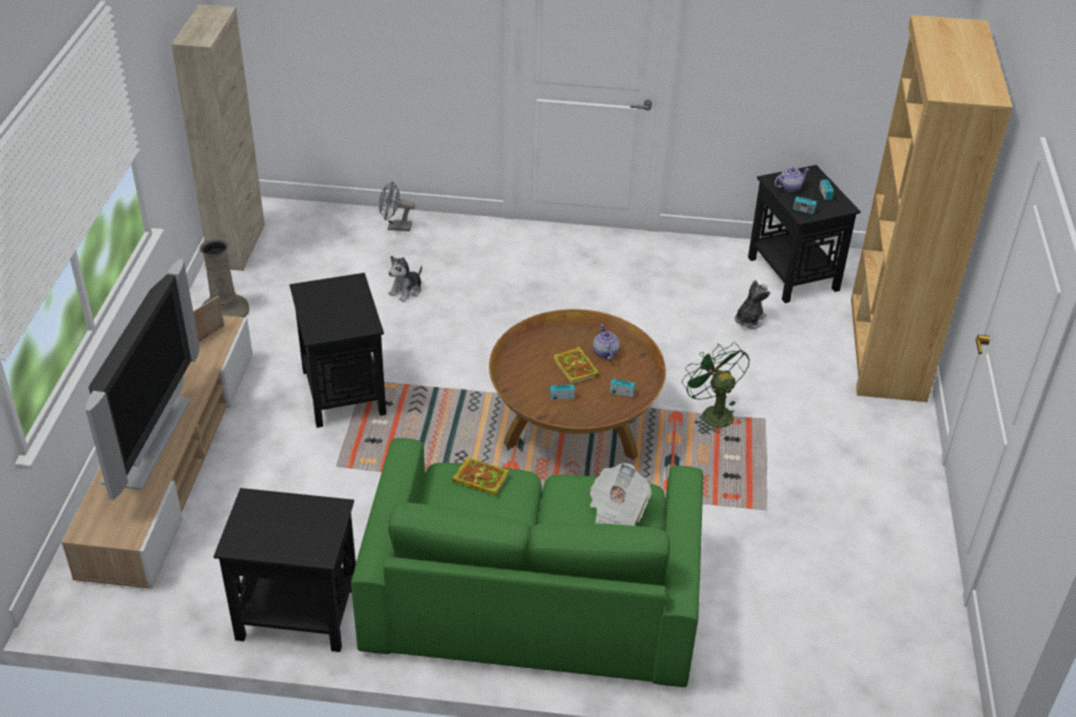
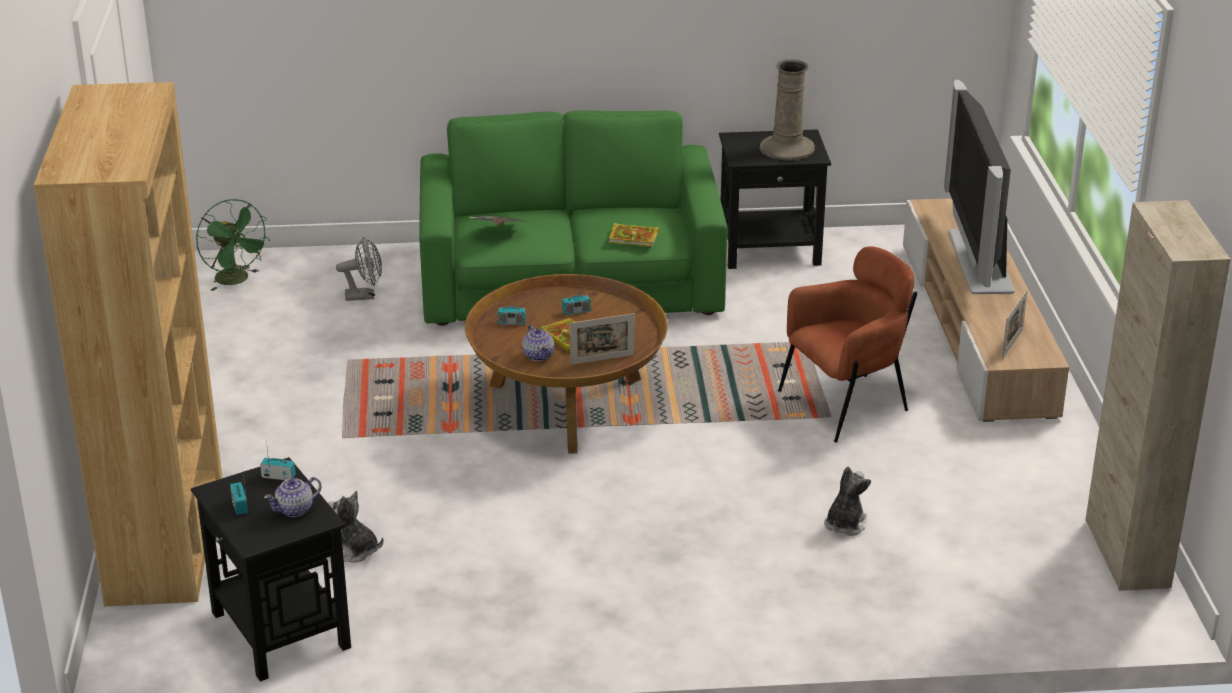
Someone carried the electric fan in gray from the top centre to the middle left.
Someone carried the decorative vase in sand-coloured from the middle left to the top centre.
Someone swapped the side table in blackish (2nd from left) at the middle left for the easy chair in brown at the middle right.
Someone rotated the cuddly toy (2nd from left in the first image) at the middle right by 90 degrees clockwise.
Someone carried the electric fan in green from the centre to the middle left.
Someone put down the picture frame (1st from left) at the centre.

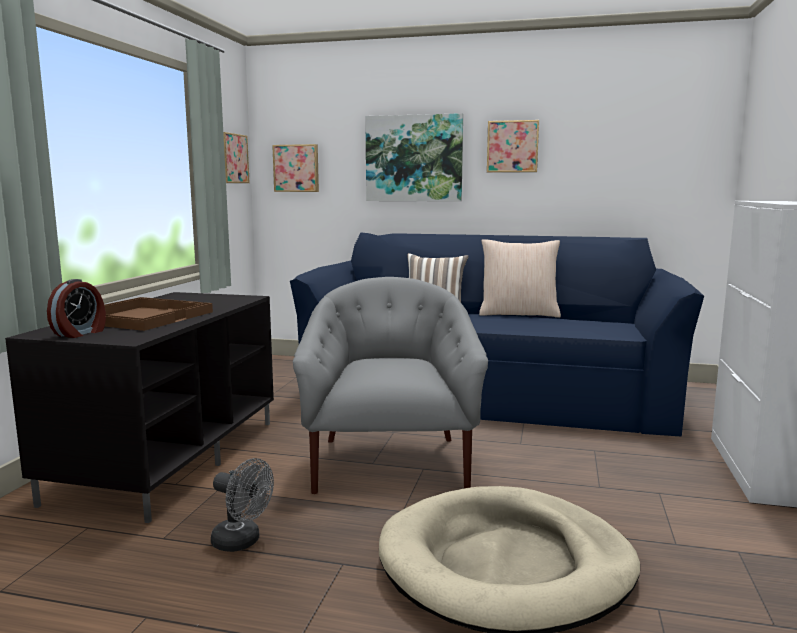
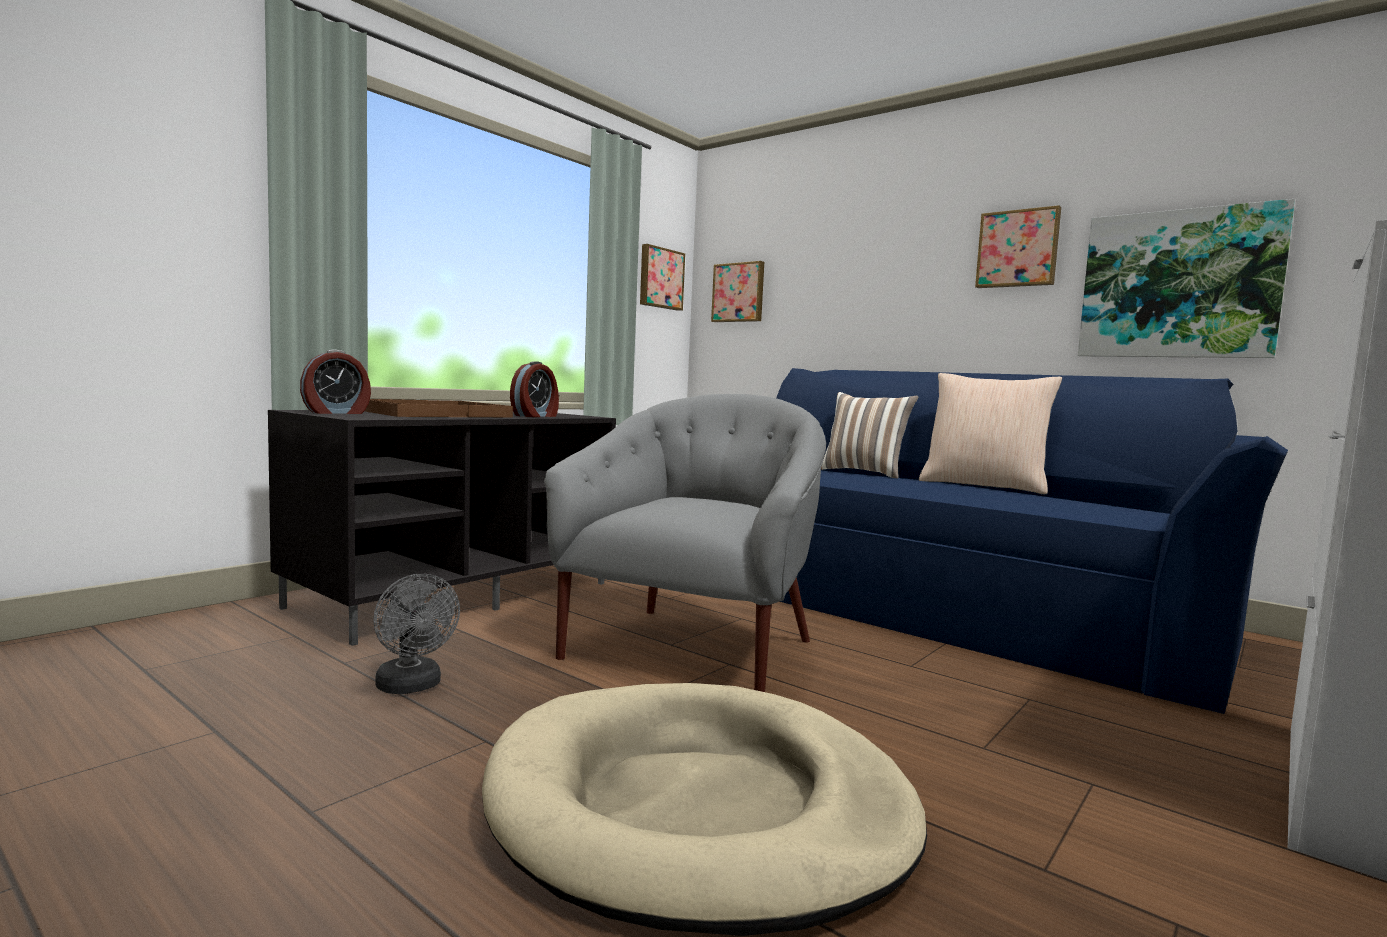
Someone carried the wall picture (3rd from left in the first image) from the top centre to the top right.
Someone put down the alarm clock (2nd from left) at the centre.

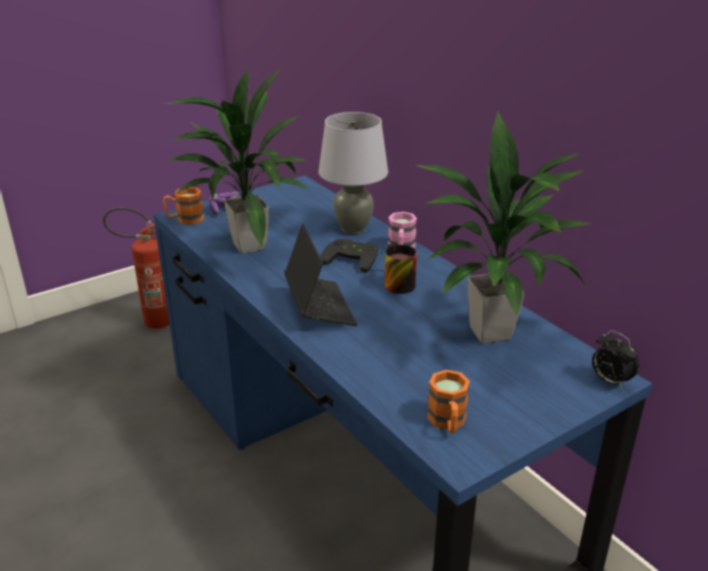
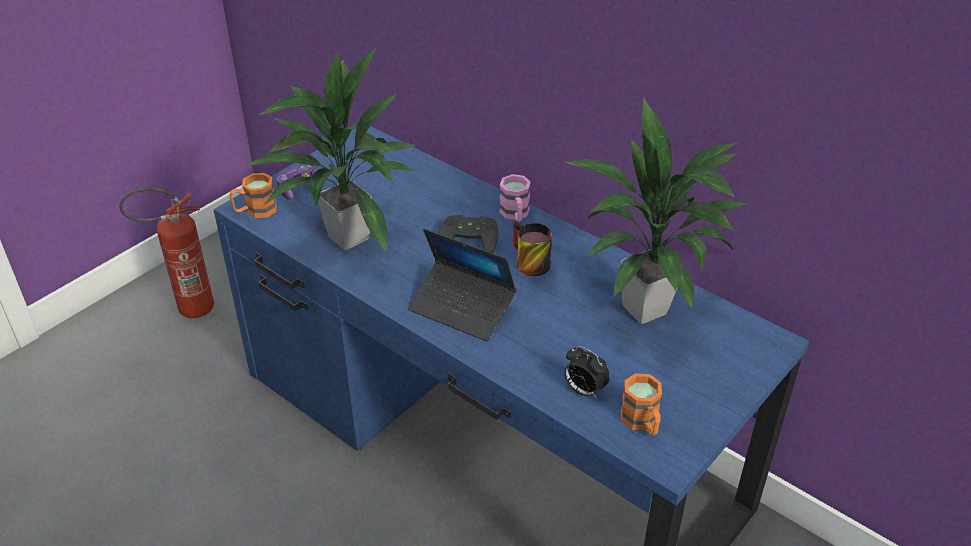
Someone took away the table lamp in gray at the top centre.
Someone rotated the portable computer at the centre by 150 degrees clockwise.
Someone carried the alarm clock from the middle right to the bottom centre.

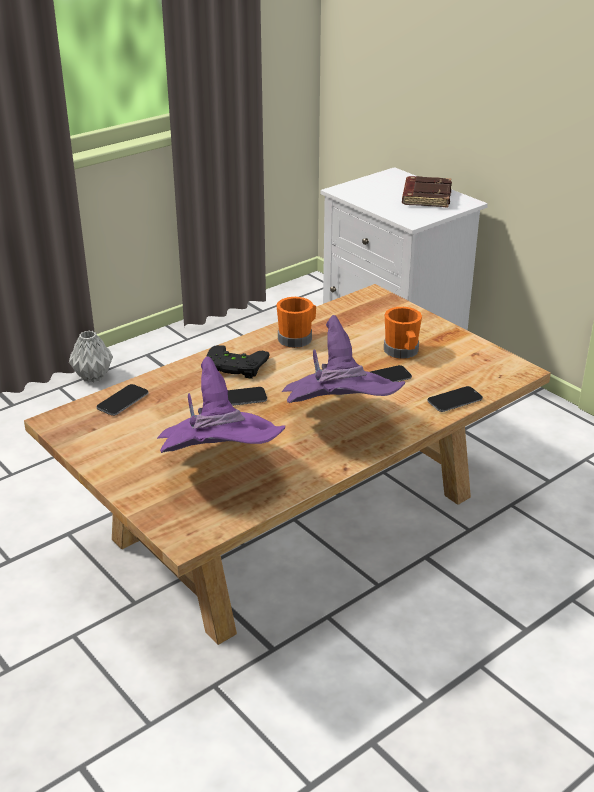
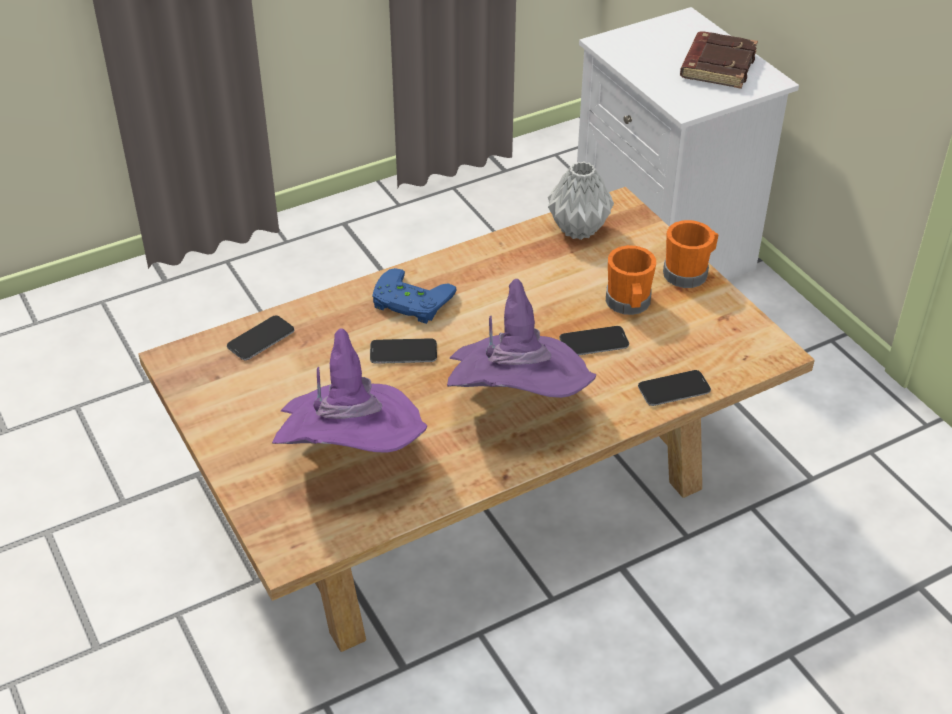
Someone carried the coffee mug in orange (1st from left in the first image) from the centre to the middle right.
Someone carried the decorative vase in gray from the middle left to the top centre.
Someone repainted the game controller in blackish at the centre, which became the game controller in blue-coloured at the centre.

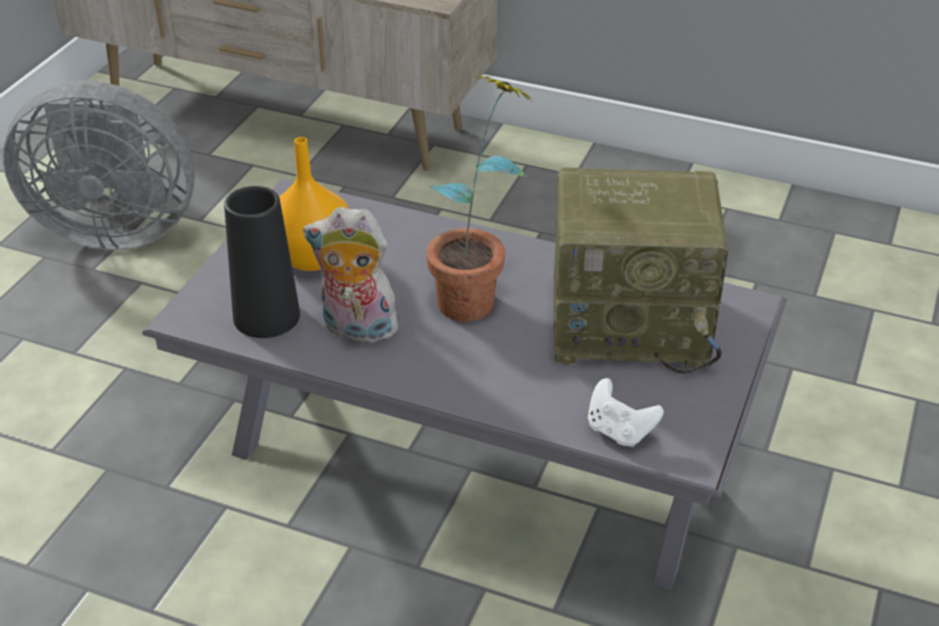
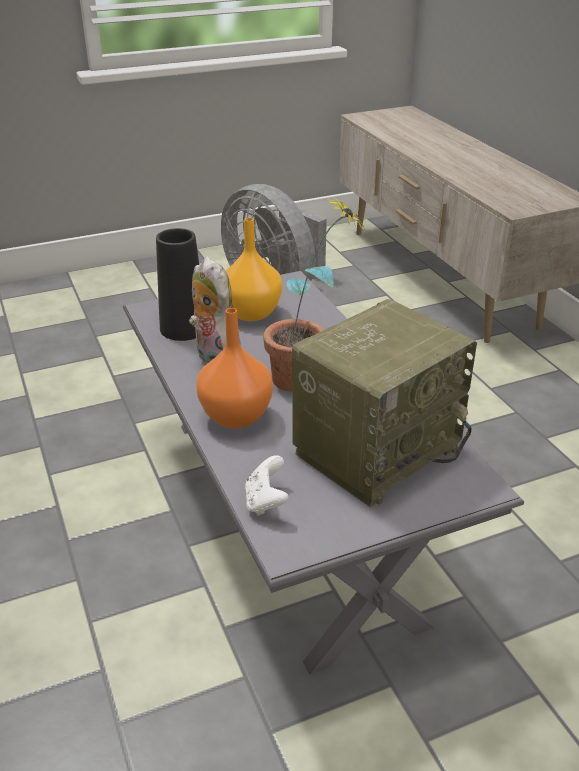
Someone rotated the radio set at the middle right by 90 degrees counterclockwise.
Someone put down the decorative vase in orange (1st from left) at the centre.

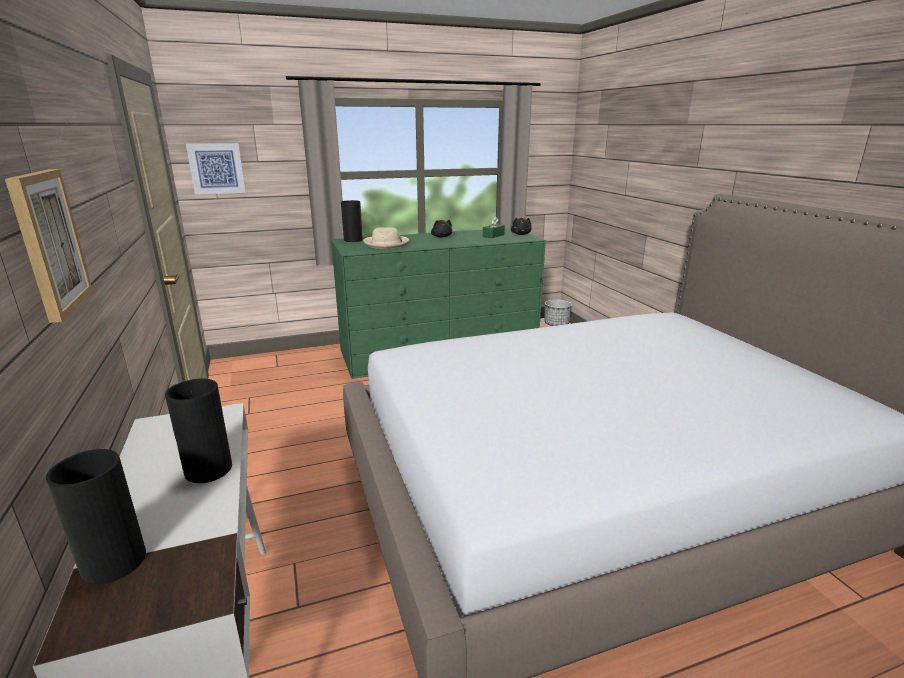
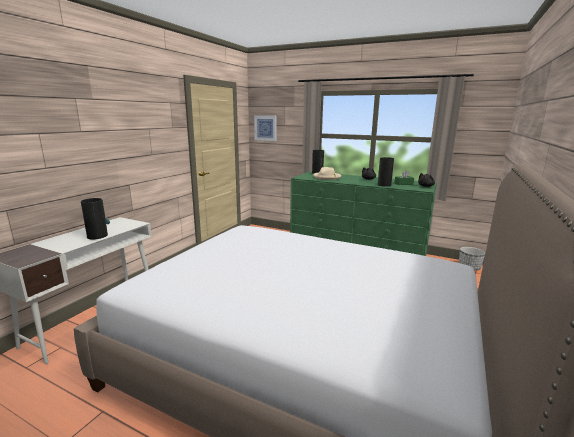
Someone took away the wall picture (1st from left) at the middle left.
Someone carried the decorative vase (1st from left in the first image) from the bottom left to the middle right.

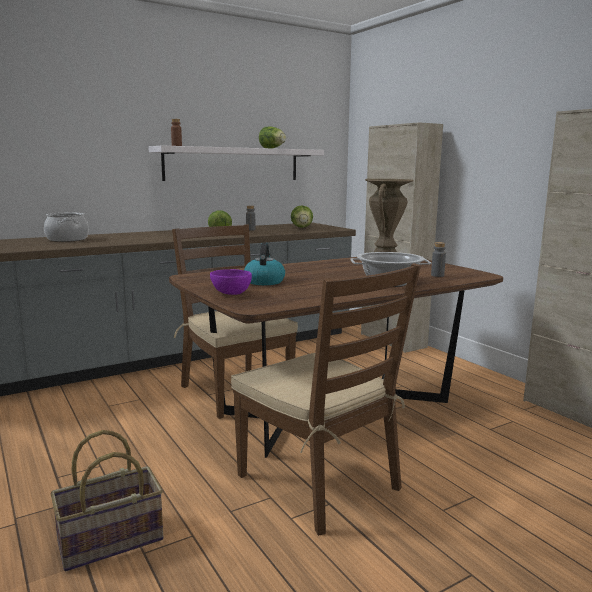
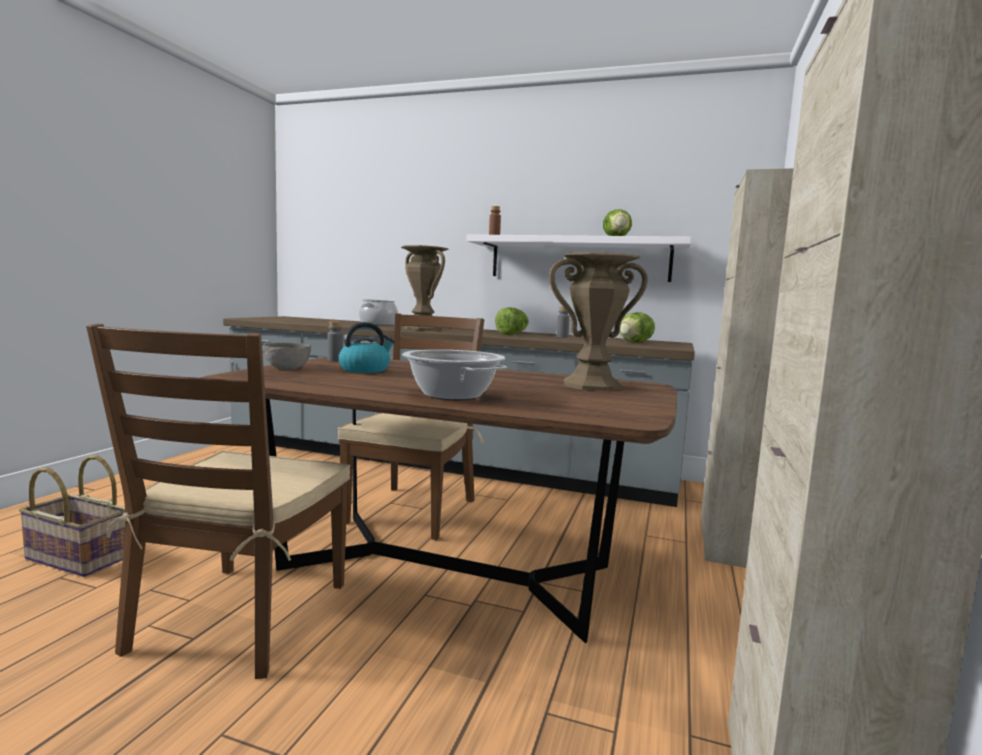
Someone carried the drink bottle in gray (2nd from left in the first image) from the middle right to the centre.
Someone repainted the bowl in purplish at the centre, which became the bowl in gray at the middle left.
Someone put down the decorative vase in brown (1st from left) at the centre.

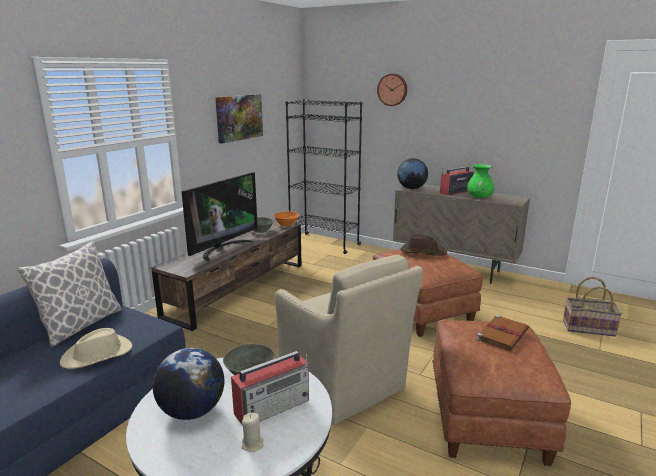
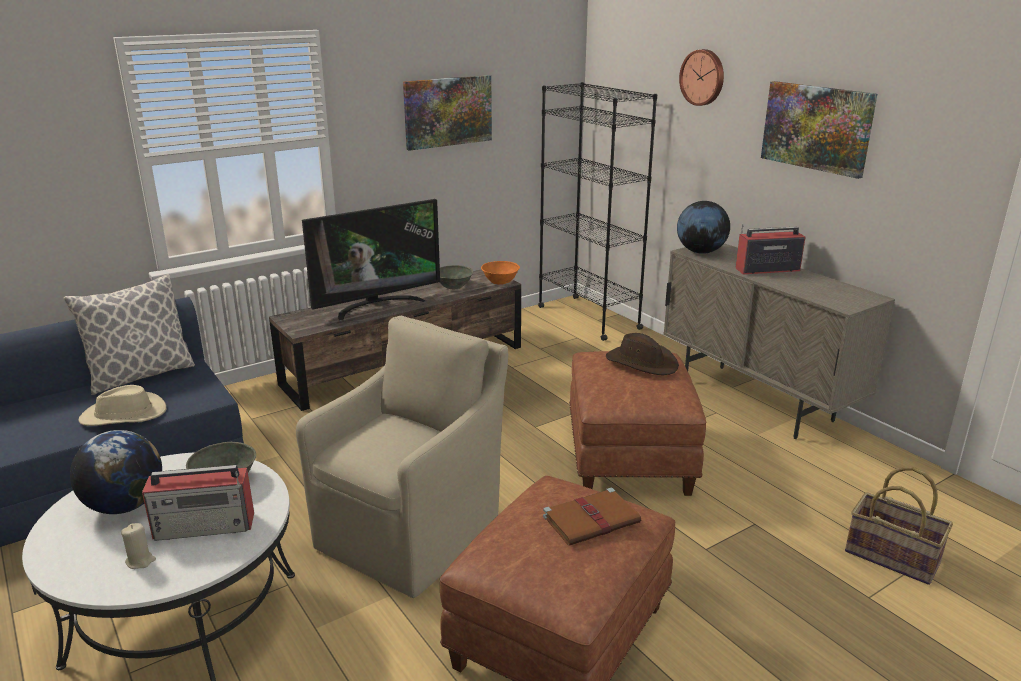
Someone took away the decorative vase in green at the middle right.
Someone rotated the easy chair in sand-coloured at the bottom centre by 135 degrees counterclockwise.
Someone put up the wall picture (2nd from left) at the top right.

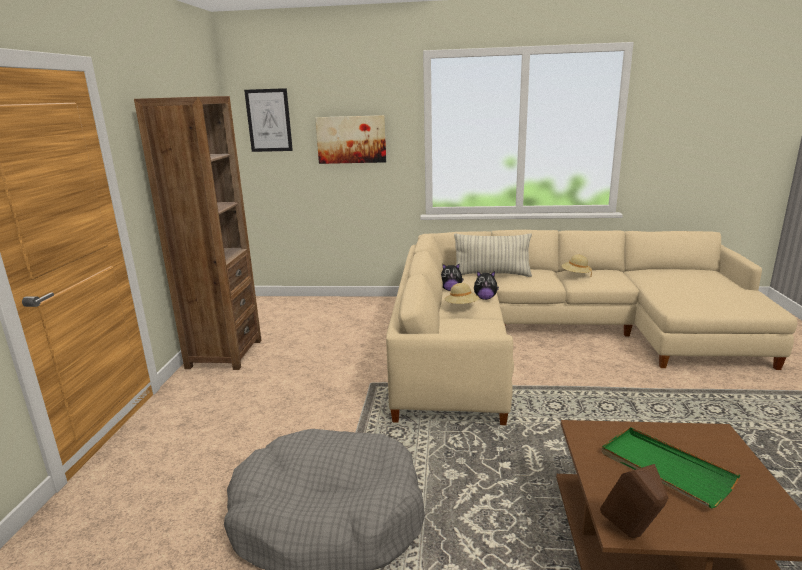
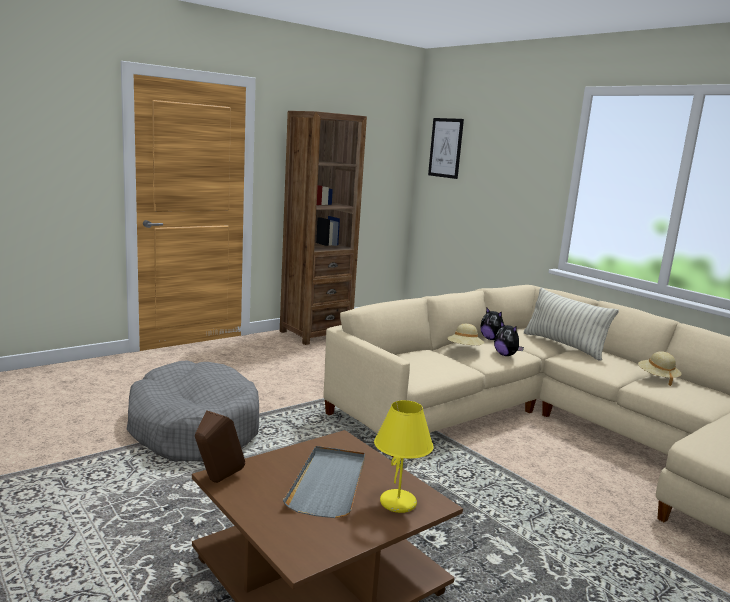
Someone took away the wall picture (2nd from left) at the top centre.
Someone repainted the carrying tray in green at the bottom right, which became the carrying tray in gray at the bottom centre.
Someone put down the table lamp in yellowish at the bottom centre.

